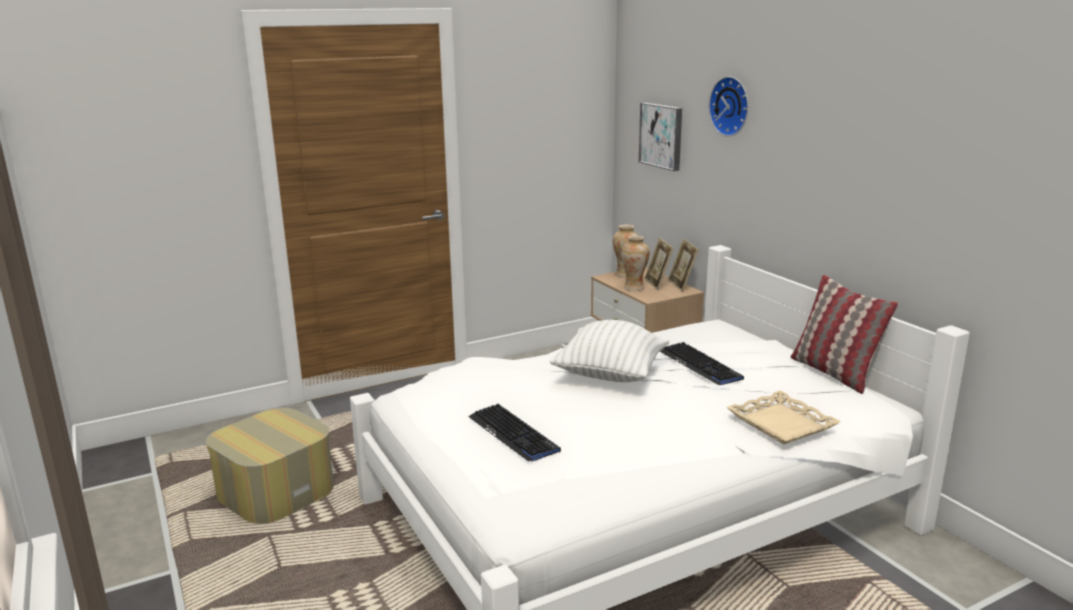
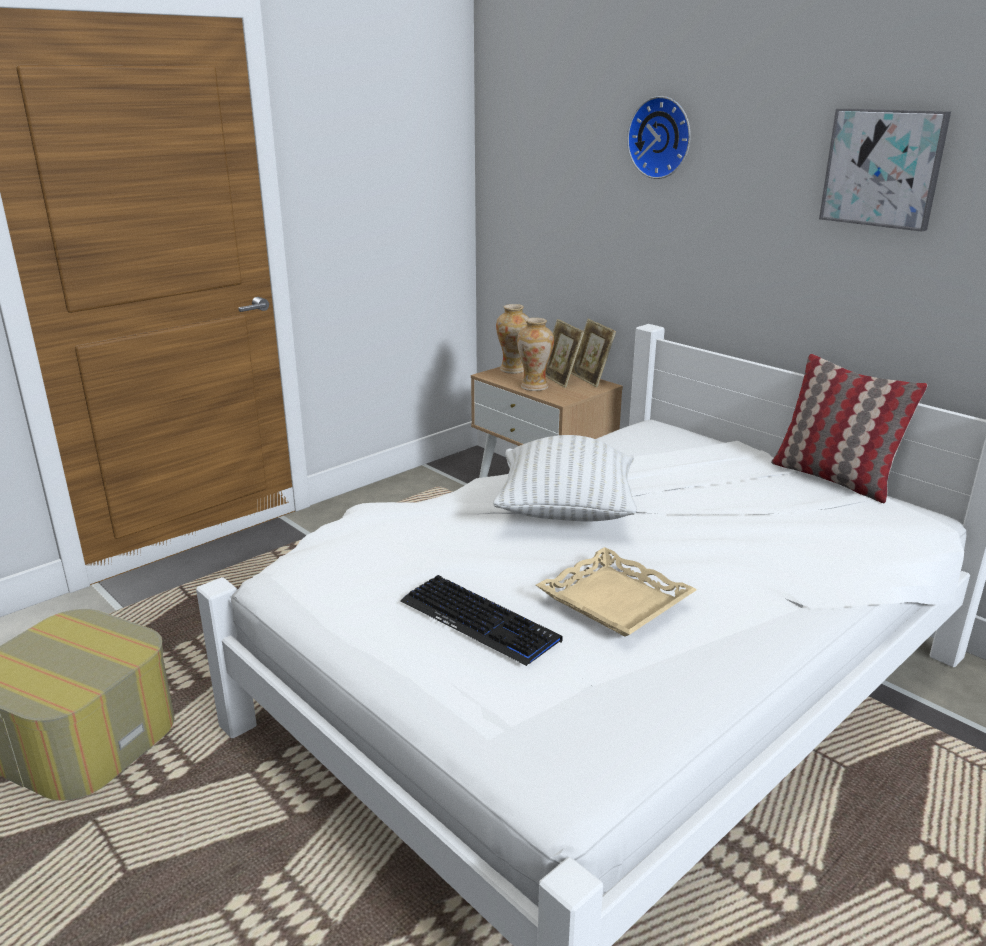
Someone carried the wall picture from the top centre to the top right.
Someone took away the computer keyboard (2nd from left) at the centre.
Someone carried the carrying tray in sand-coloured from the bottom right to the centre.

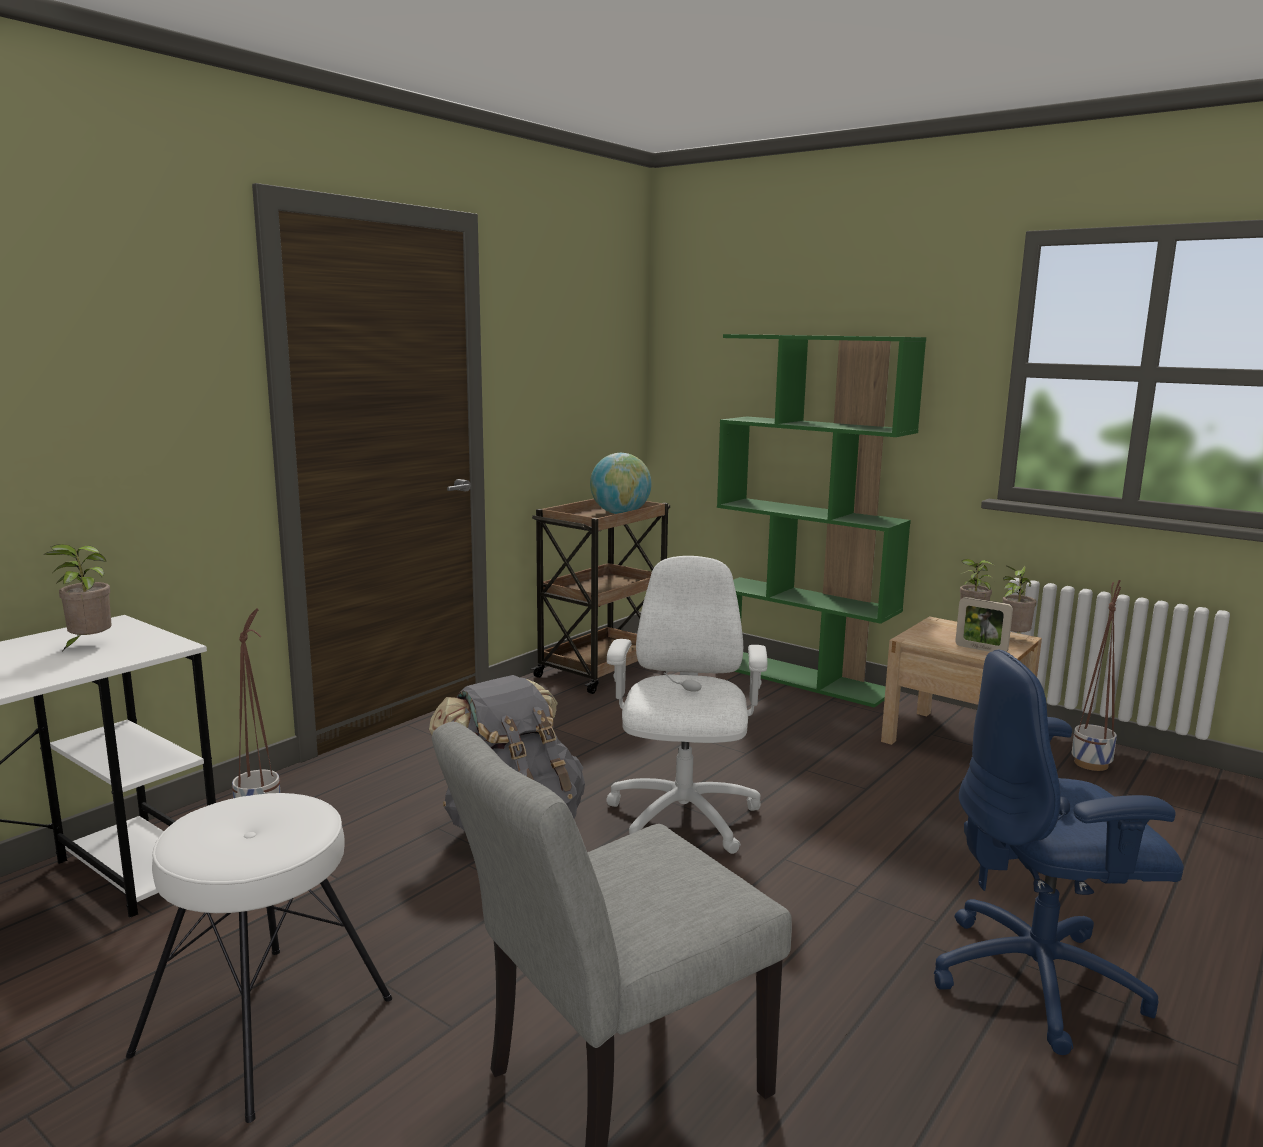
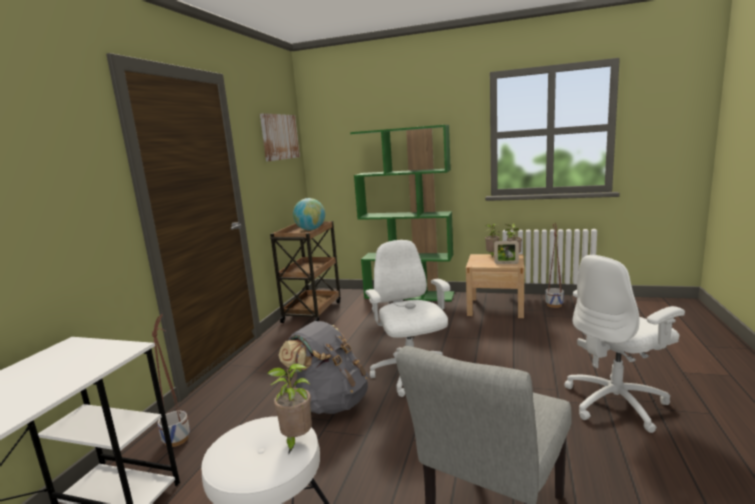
Someone carried the houseplant (1st from left) from the middle left to the bottom centre.
Someone repainted the computer chair in blue-coloured at the bottom right, which became the computer chair in white (2nd from left) at the bottom right.
Someone put up the wall picture at the top centre.

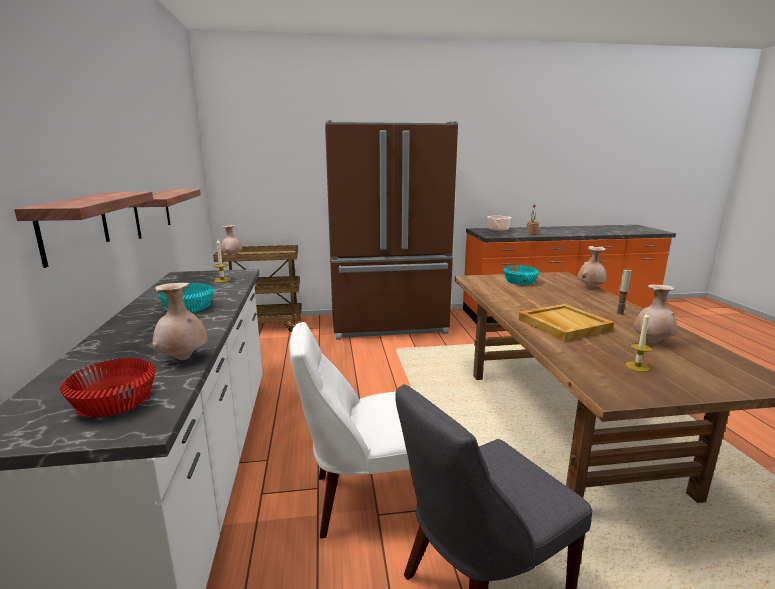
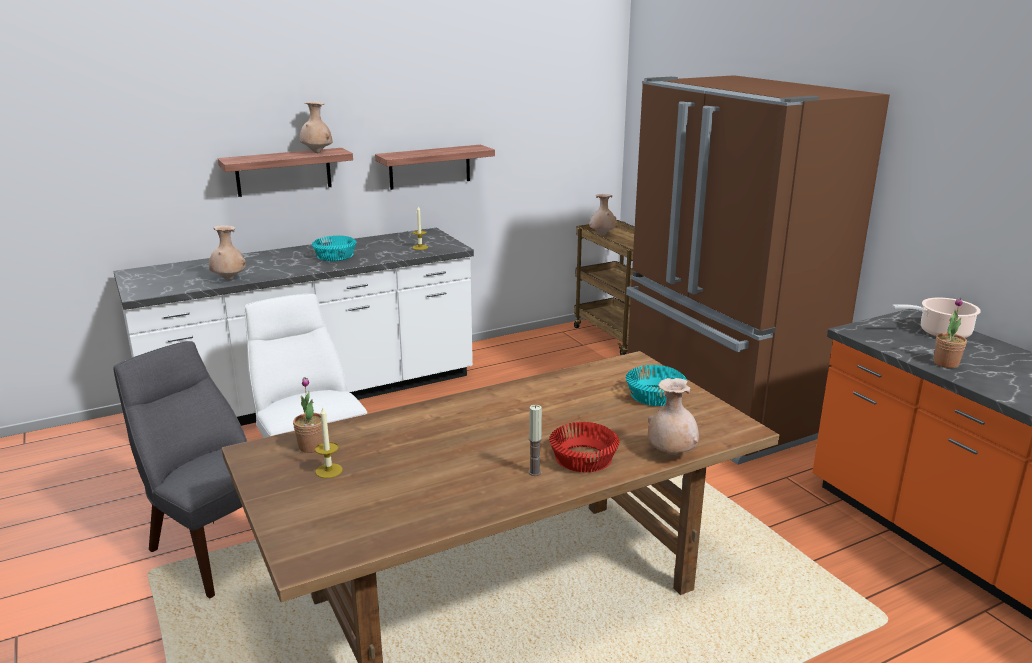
Someone carried the decorative vase in sand-coloured (4th from left in the first image) from the middle right to the top left.
Someone took away the carrying tray in sand-coloured at the middle right.
Someone carried the bowl in reddish from the middle left to the bottom centre.
Someone put down the houseplant (1st from left) at the middle left.

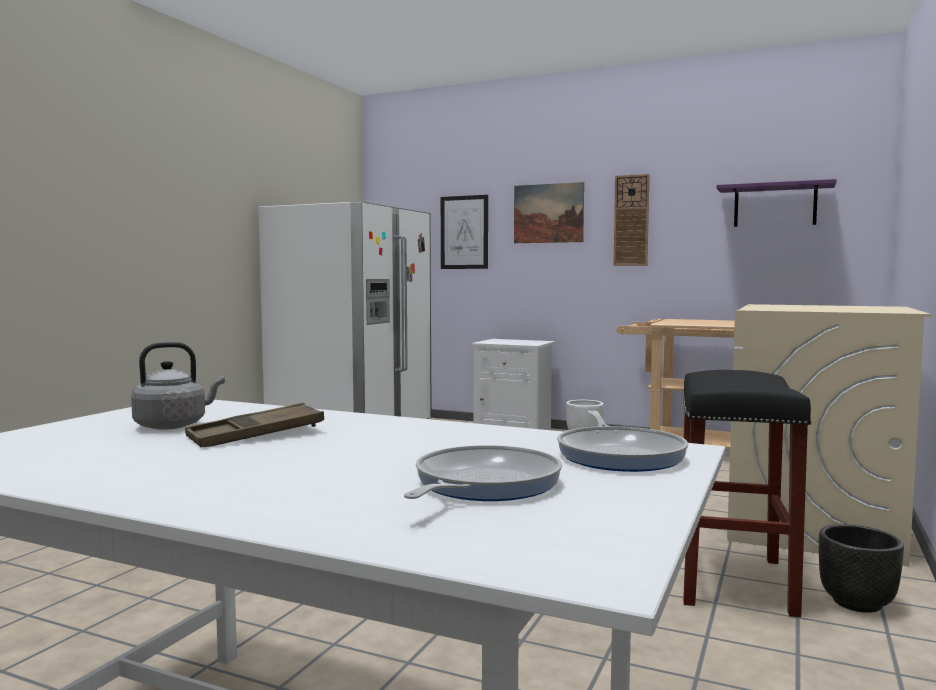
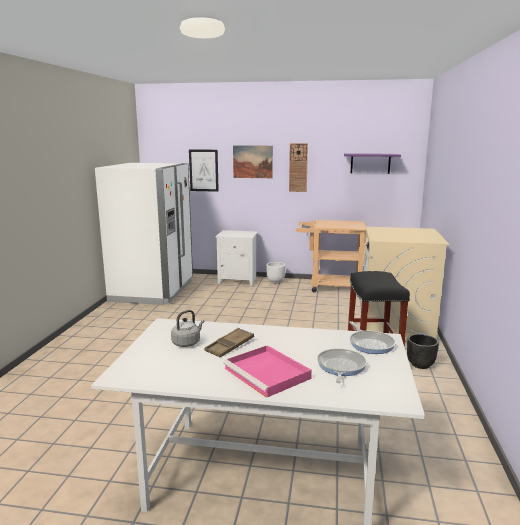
Someone put down the carrying tray in pinkish at the bottom centre.

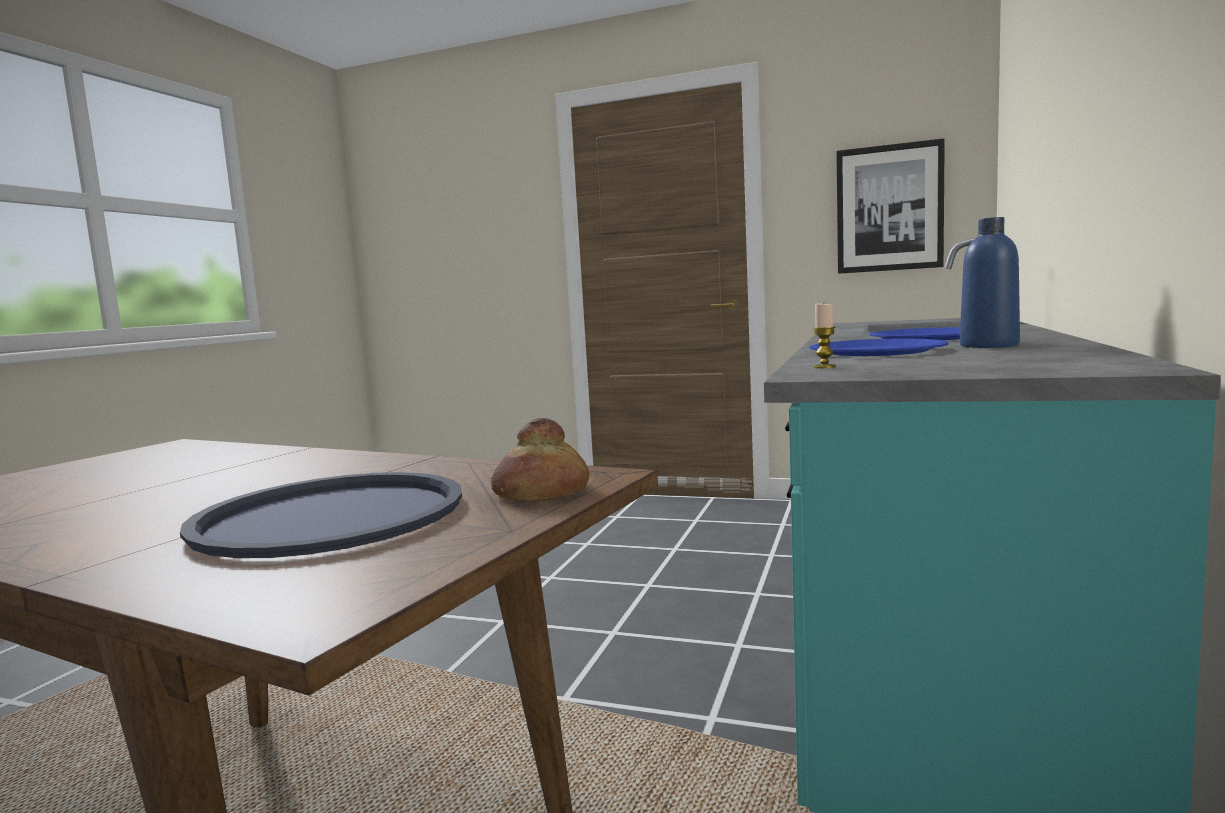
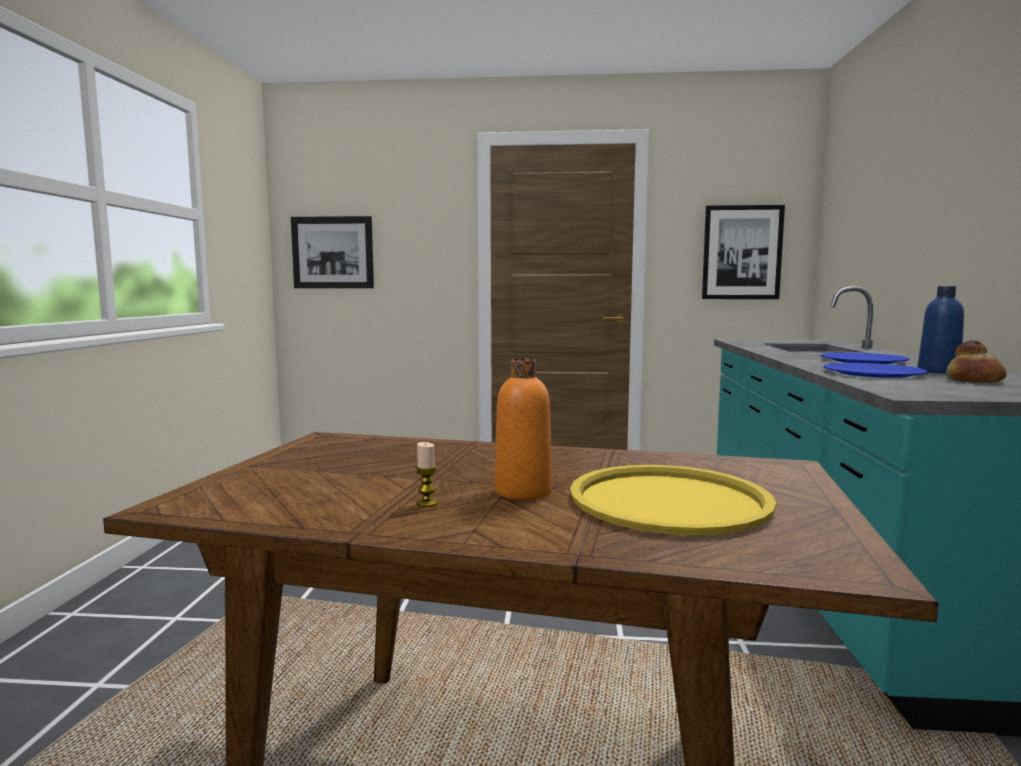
Someone carried the candle from the middle right to the centre.
Someone carried the bakery bread from the centre to the middle right.
Someone repainted the carrying tray in blue-coloured at the middle left, which became the carrying tray in yellowish at the centre.
Someone put up the wall picture (1st from left) at the top left.
Someone put down the drink bottle in orange at the centre.

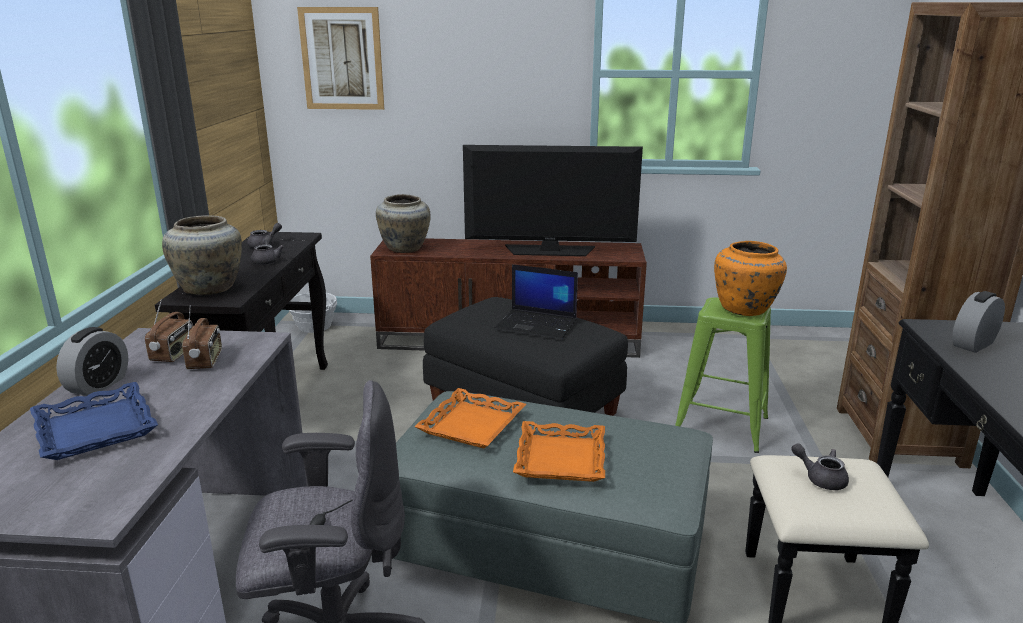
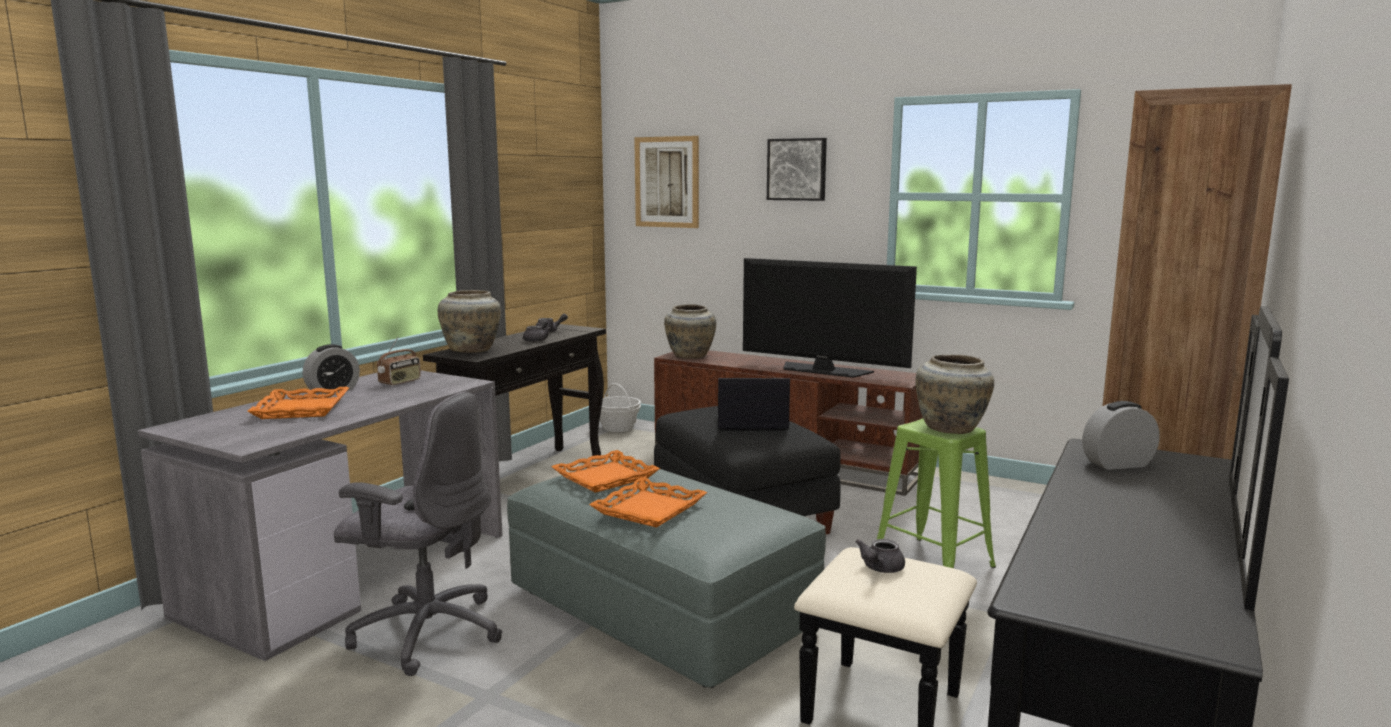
Someone repainted the decorative vase in orange at the middle right, which became the decorative vase in sand-coloured (3rd from left) at the middle right.
Someone rotated the portable computer at the centre by 135 degrees clockwise.
Someone took away the radio set (2nd from left) at the middle left.
Someone repainted the carrying tray in blue-coloured at the bottom left, which became the carrying tray in orange (1st from left) at the middle left.
Someone rotated the teapot in gray (3rd from left) at the bottom right by 120 degrees counterclockwise.
Someone put up the wall picture (2nd from left) at the top centre.

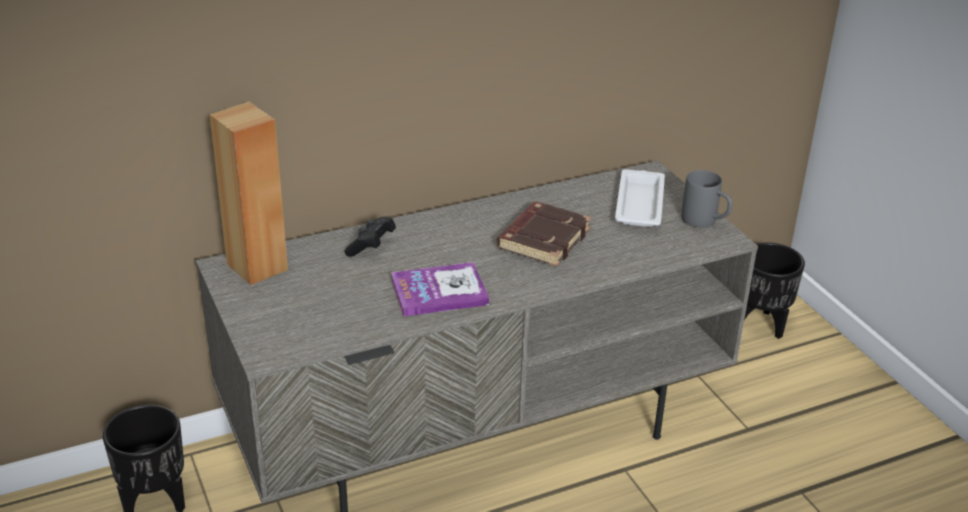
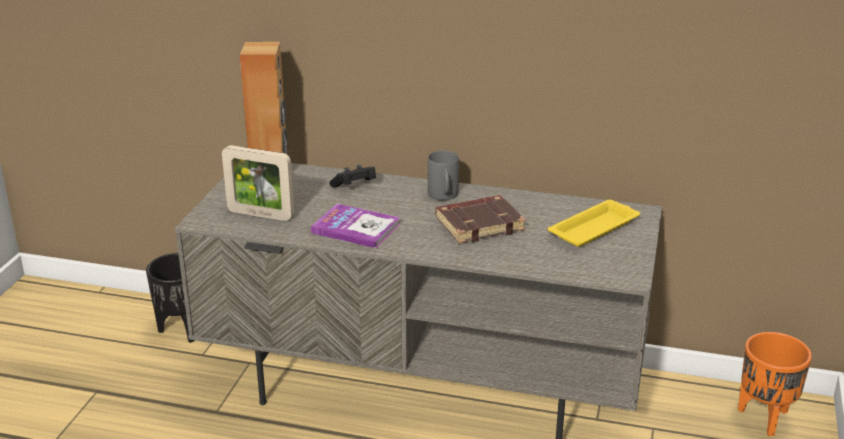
Someone repainted the carrying tray in white at the centre, which became the carrying tray in yellowish at the middle right.
Someone carried the coffee mug in gray from the middle right to the centre.
Someone repainted the flower pot in blackish (2nd from left) at the middle right, which became the flower pot in orange at the bottom right.
Someone put down the picture frame at the middle left.

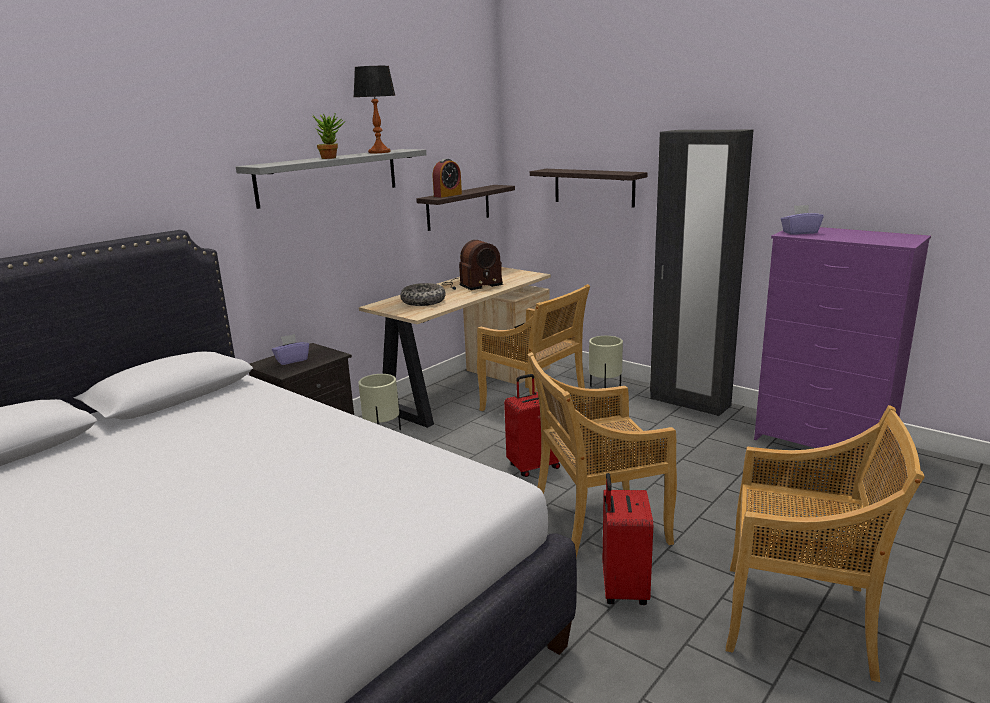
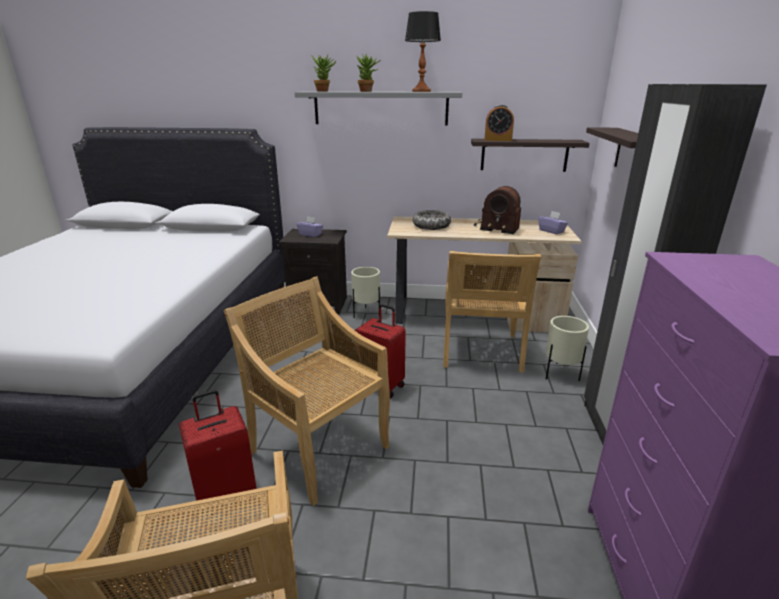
Someone carried the tissue holder in purplish (2nd from left) from the top right to the middle right.
Someone put down the houseplant (1st from left) at the top centre.

